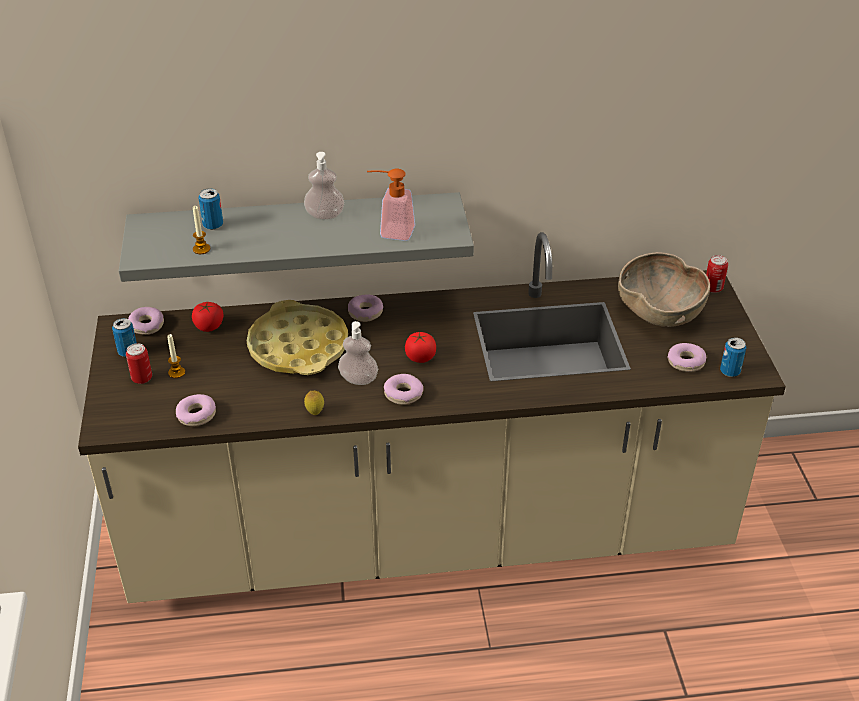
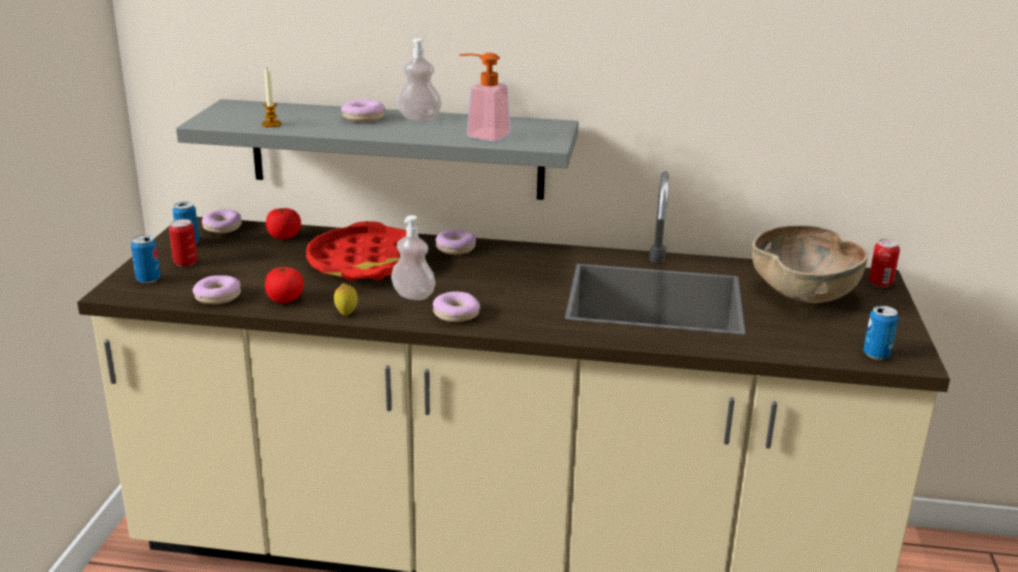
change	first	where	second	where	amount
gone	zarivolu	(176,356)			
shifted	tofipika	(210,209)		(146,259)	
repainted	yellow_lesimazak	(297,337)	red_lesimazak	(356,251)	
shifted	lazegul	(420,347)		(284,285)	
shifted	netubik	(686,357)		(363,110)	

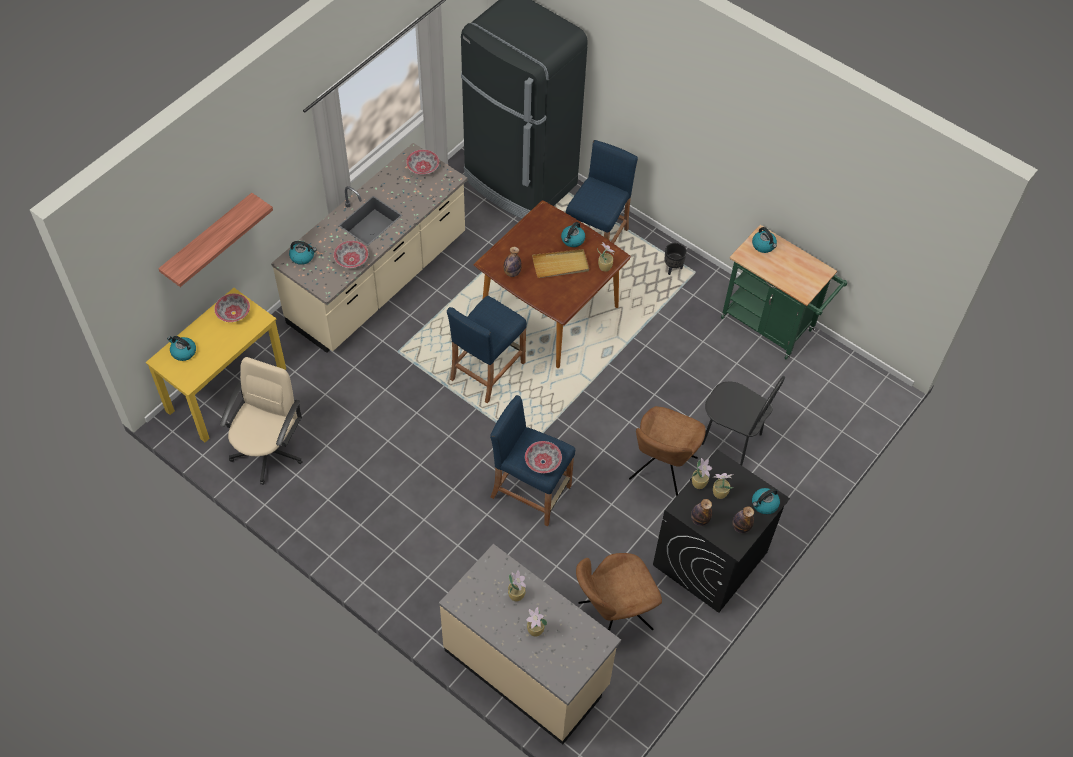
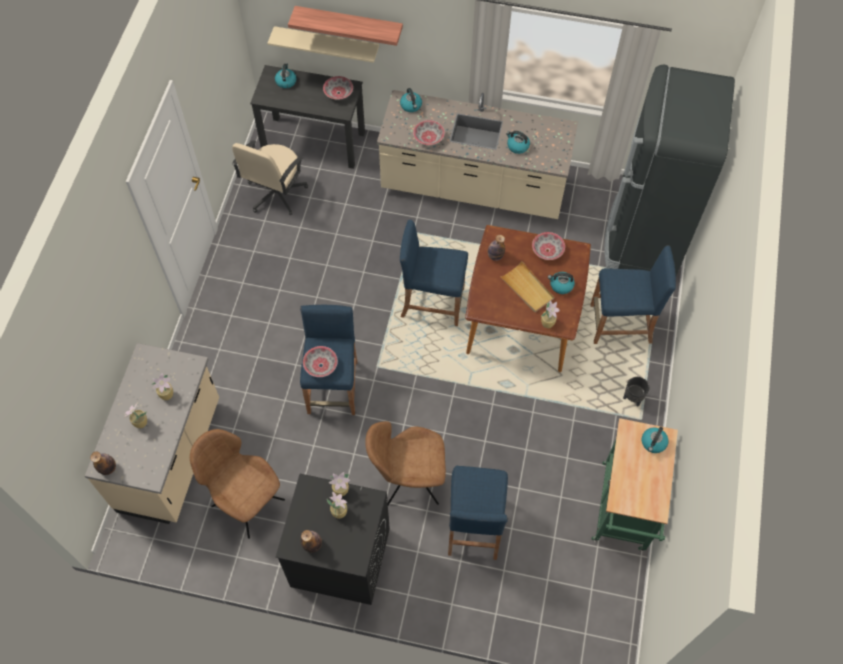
change	first	where	second	where	amount
repainted	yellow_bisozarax	(216,365)	black_bisozarax	(307,117)	
rotated	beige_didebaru	(261,421)		(270,177)	120 degrees clockwise
shifted	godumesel	(422,162)		(548,246)	
shifted	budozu	(701,512)		(103,463)	
swapped	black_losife	(743,420)	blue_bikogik	(478,512)	
shifted	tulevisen	(766,501)		(518,142)	
new			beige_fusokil	(323,44)	

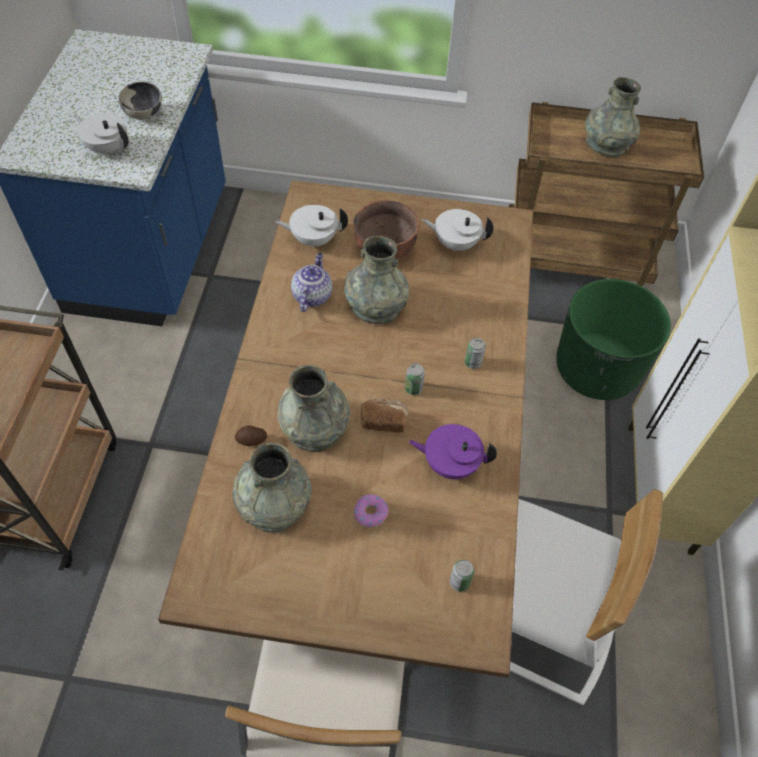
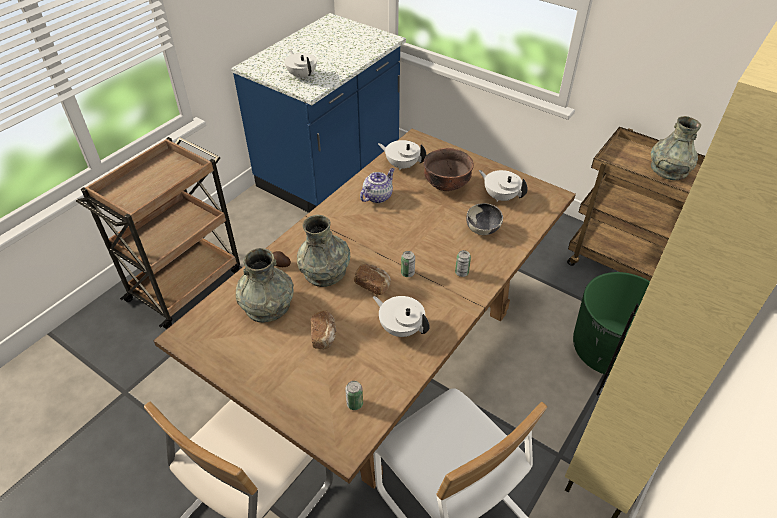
change	first	where	second	where	amount
shifted	godumesel	(140,101)		(484,219)	
gone	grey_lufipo	(376,280)			
swapped	netubik	(371,511)	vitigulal	(323,329)	
repainted	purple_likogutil	(453,451)	white_likogutil	(401,316)	

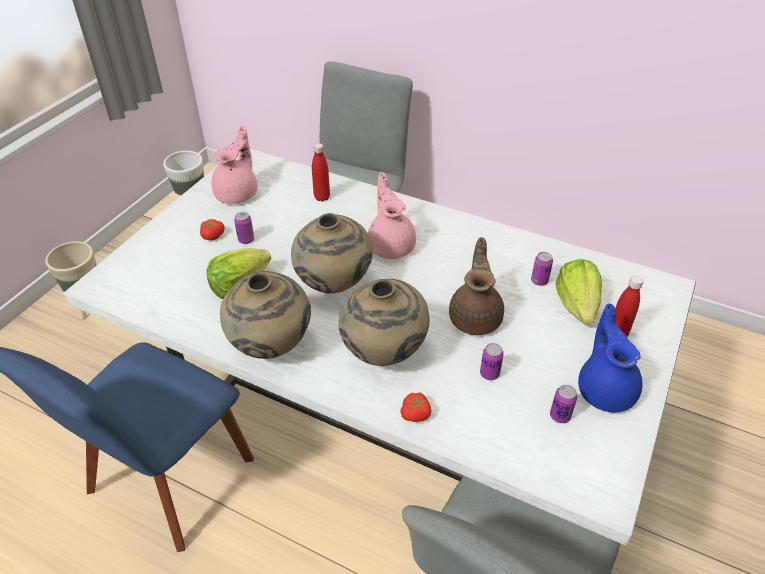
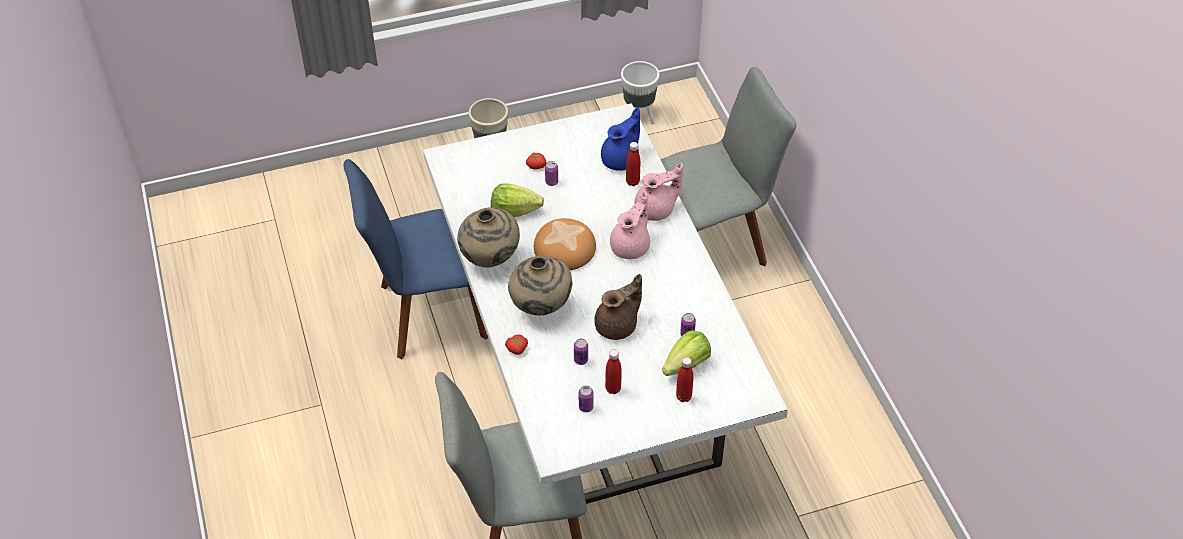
change	first	where	second	where	amount
shifted	pink_likogutil	(234,164)		(658,192)	
swapped	beige_lufipo	(332,253)	vitigulal	(565,244)	
shifted	blue_likogutil	(610,357)		(620,139)	
new			red_budozu	(613,371)	

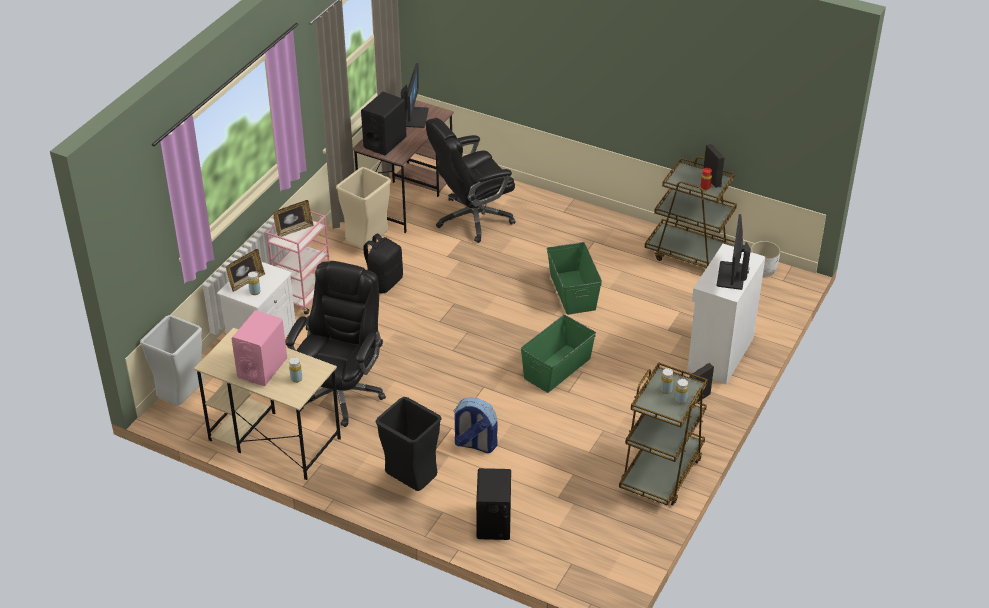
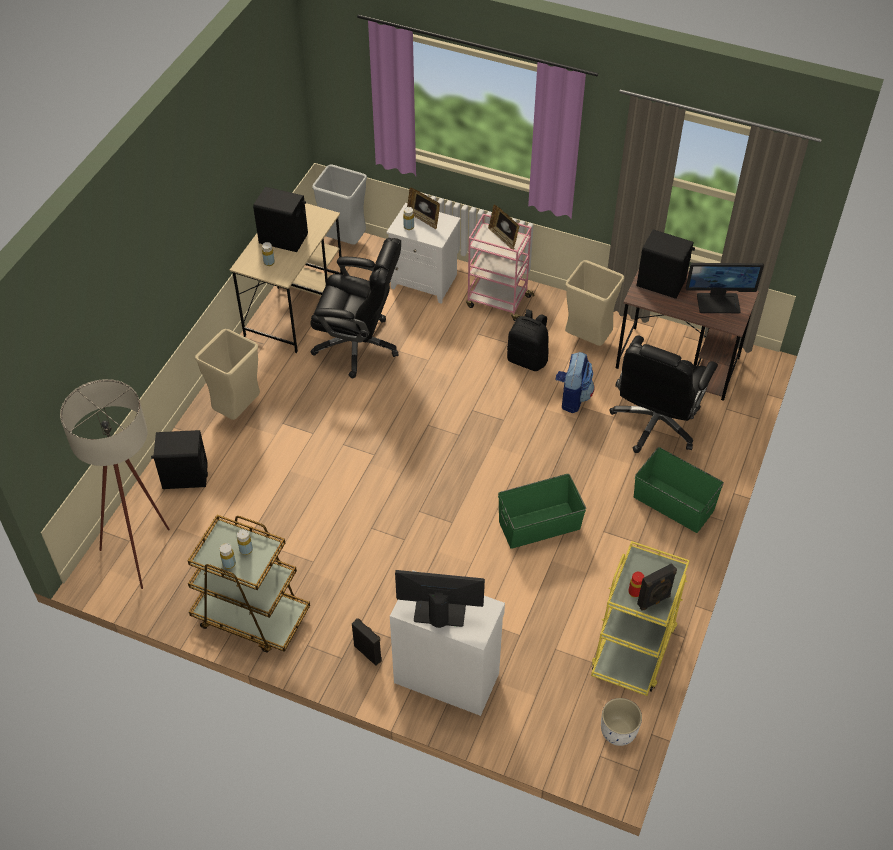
change	first	where	second	where	amount
repainted	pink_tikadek	(259,348)	black_tikadek	(280,219)	
repainted	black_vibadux	(408,444)	beige_vibadux	(227,374)	
rotated	black_didebaru	(471,180)		(663,394)	120 degrees counterclockwise
shifted	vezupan	(475,425)		(575,382)	
shifted	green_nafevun	(558,354)		(679,490)	
repainted	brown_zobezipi	(691,213)	yellow_zobezipi	(640,618)	
new			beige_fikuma	(115,484)	

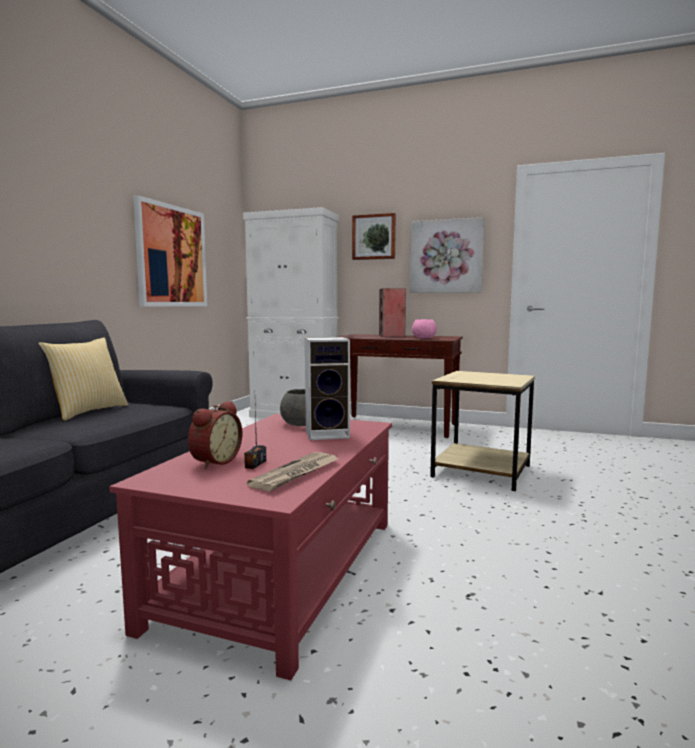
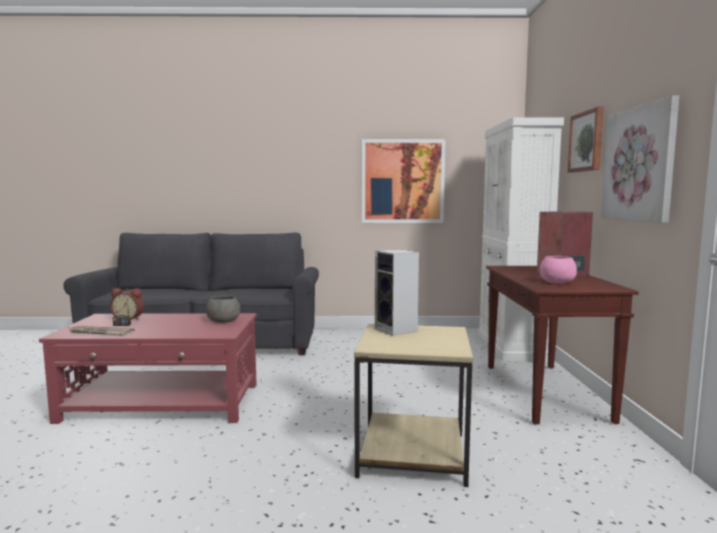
change	first	where	second	where	amount
gone	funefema	(83,379)			
shifted	tikadek	(327,388)		(397,292)	

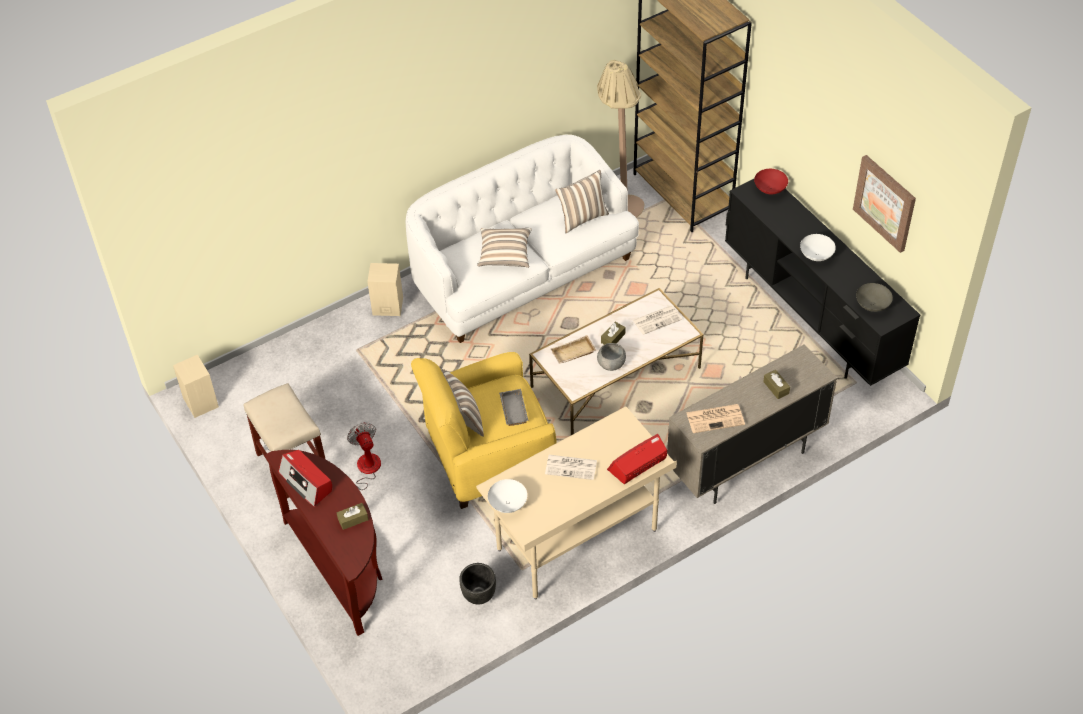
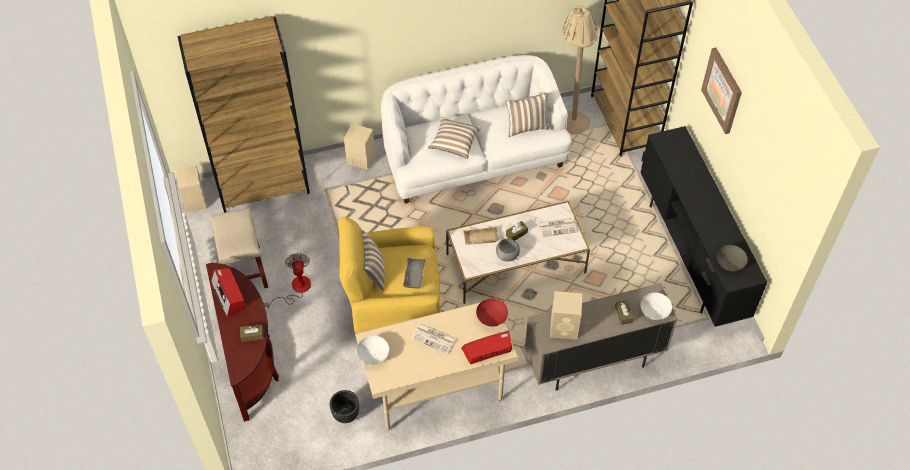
change	first	where	second	where	amount
swapped	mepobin	(715,418)	beige_tikadek	(566,315)	
shifted	red_godumesel	(771,181)		(492,313)	
shifted	white_godumesel	(818,247)		(656,306)	
shifted	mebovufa	(884,204)		(721,90)	
new			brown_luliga	(243,114)	

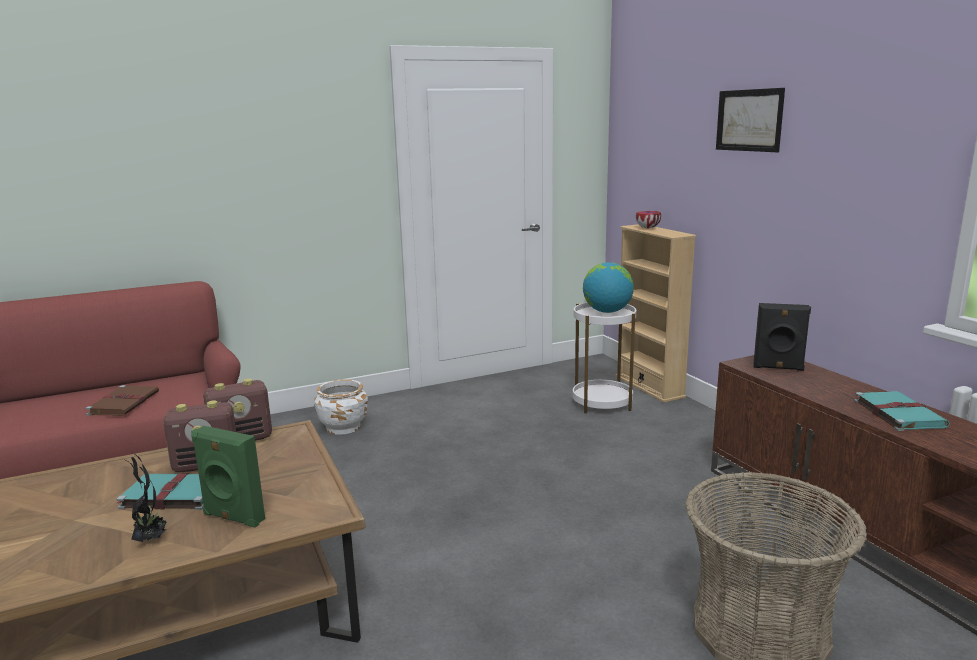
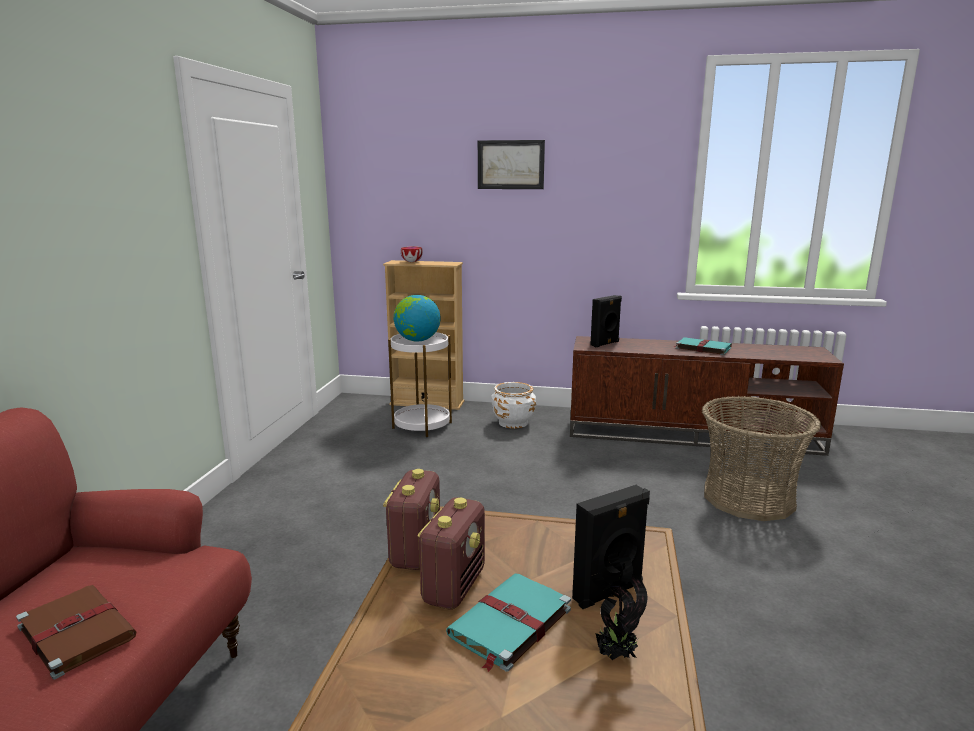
change	first	where	second	where	amount
repainted	green_tikadek	(228,477)	black_tikadek	(611,547)	
shifted	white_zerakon	(341,407)		(514,405)	

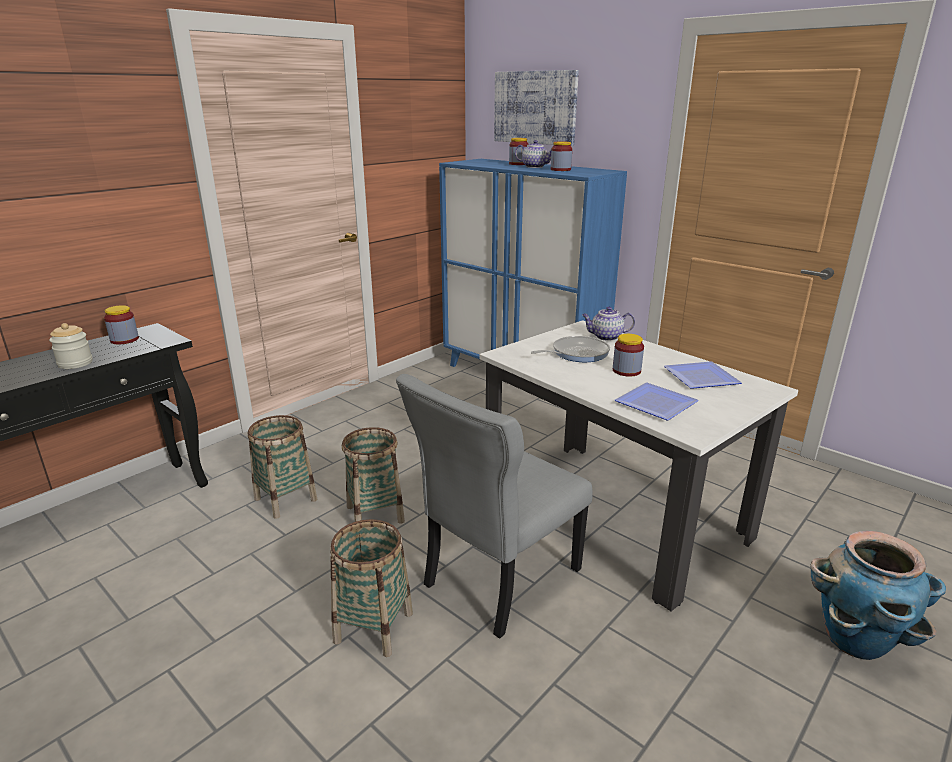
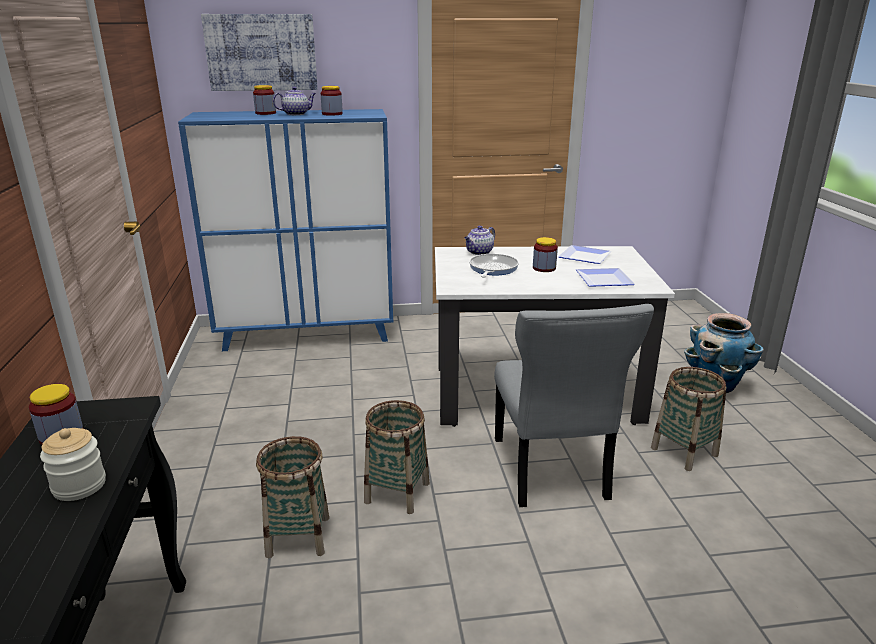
change	first	where	second	where	amount
shifted	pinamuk	(371,588)		(689,419)	

